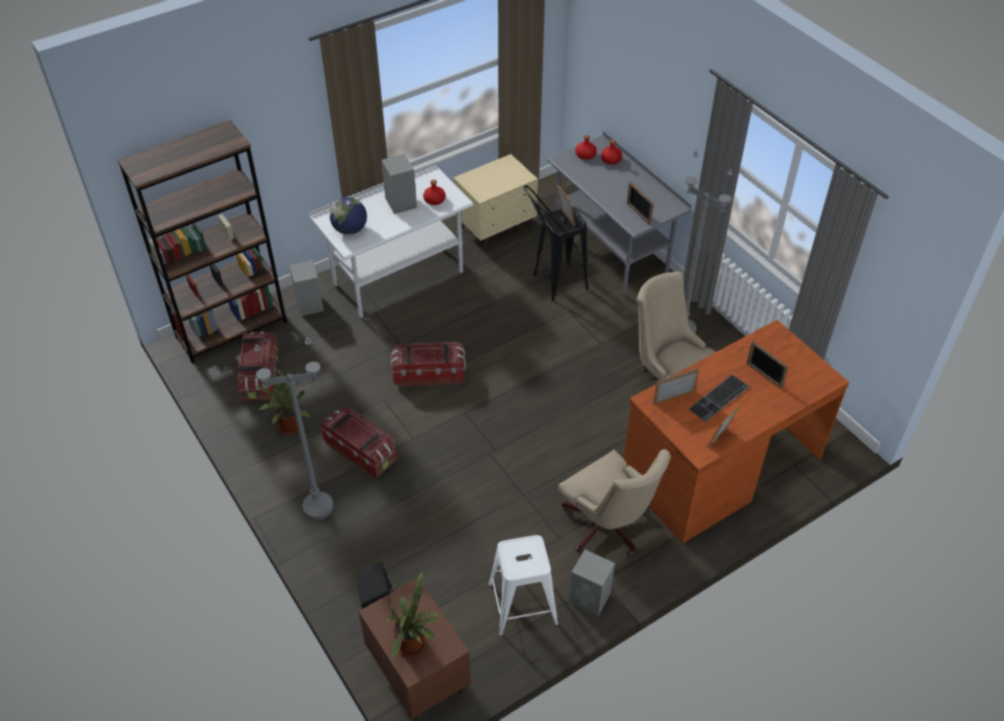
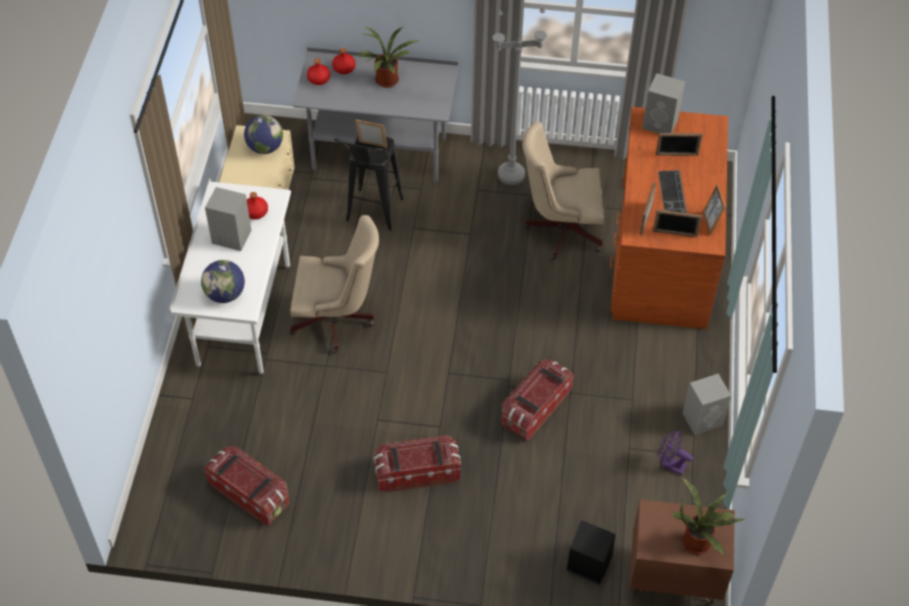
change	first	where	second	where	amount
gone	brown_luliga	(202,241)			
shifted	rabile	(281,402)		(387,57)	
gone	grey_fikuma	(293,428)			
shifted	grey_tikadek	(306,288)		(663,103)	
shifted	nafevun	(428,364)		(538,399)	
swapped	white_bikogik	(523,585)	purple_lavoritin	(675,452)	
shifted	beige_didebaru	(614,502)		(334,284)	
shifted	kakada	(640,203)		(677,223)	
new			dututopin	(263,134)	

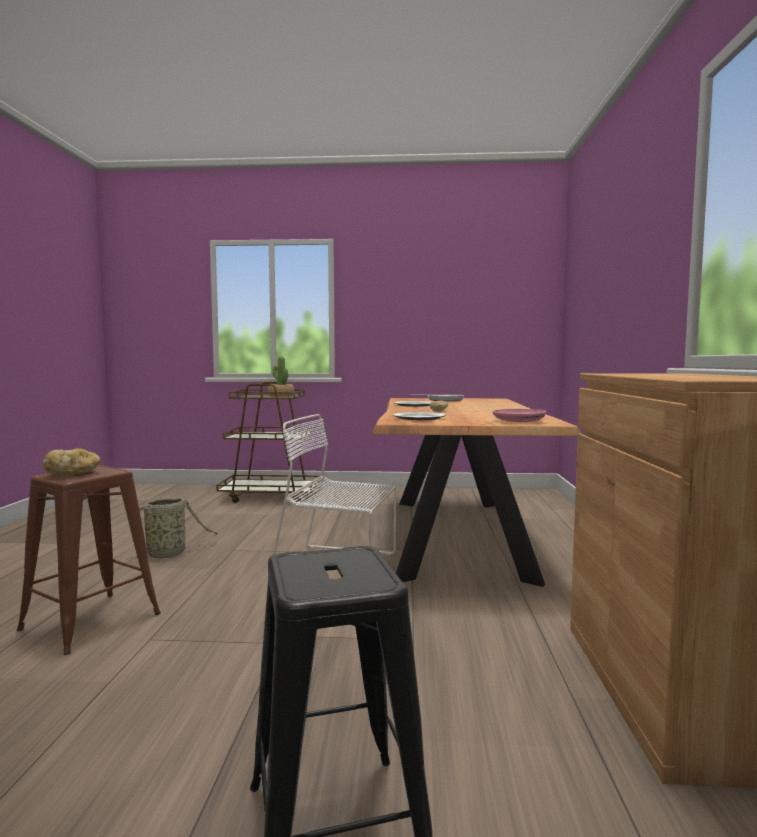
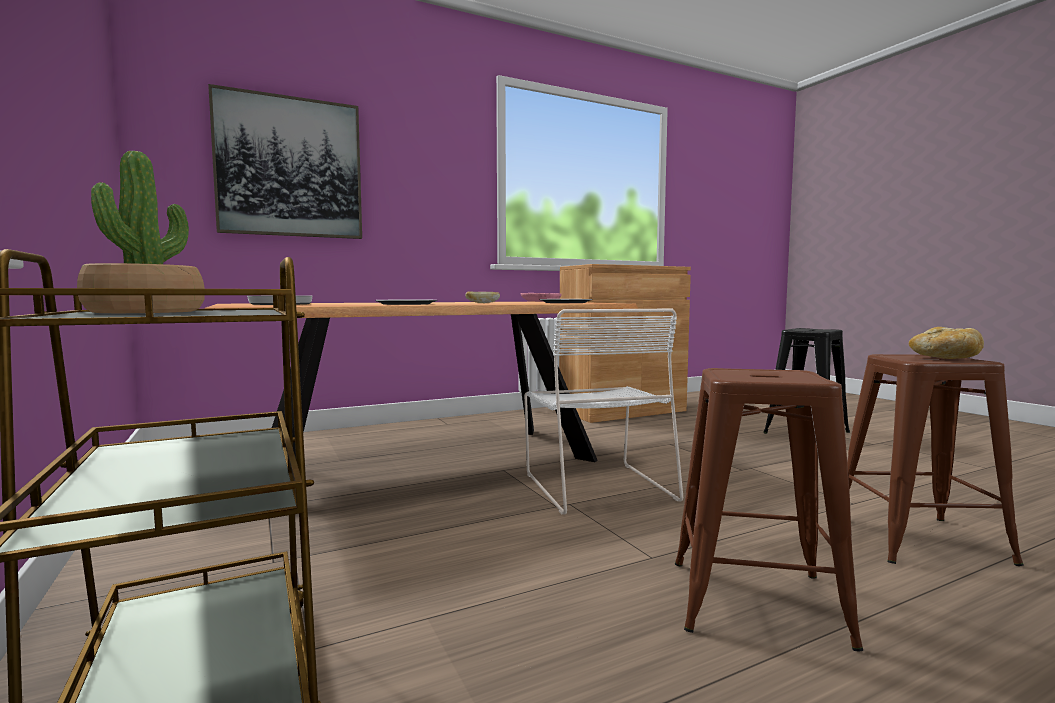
change	first	where	second	where	amount
swapped	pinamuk	(172,529)	brown_bikogik	(769,509)	
new			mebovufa	(285,161)	

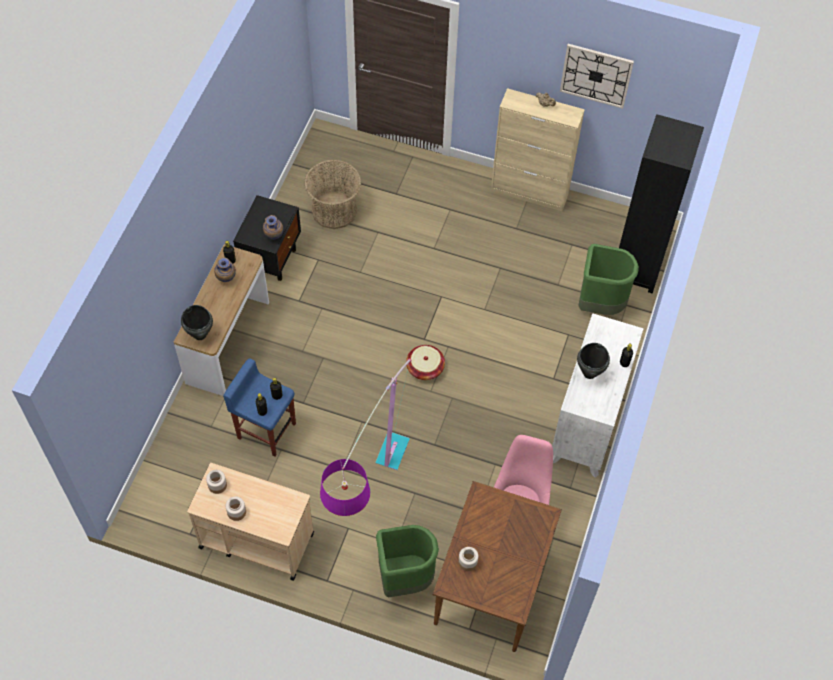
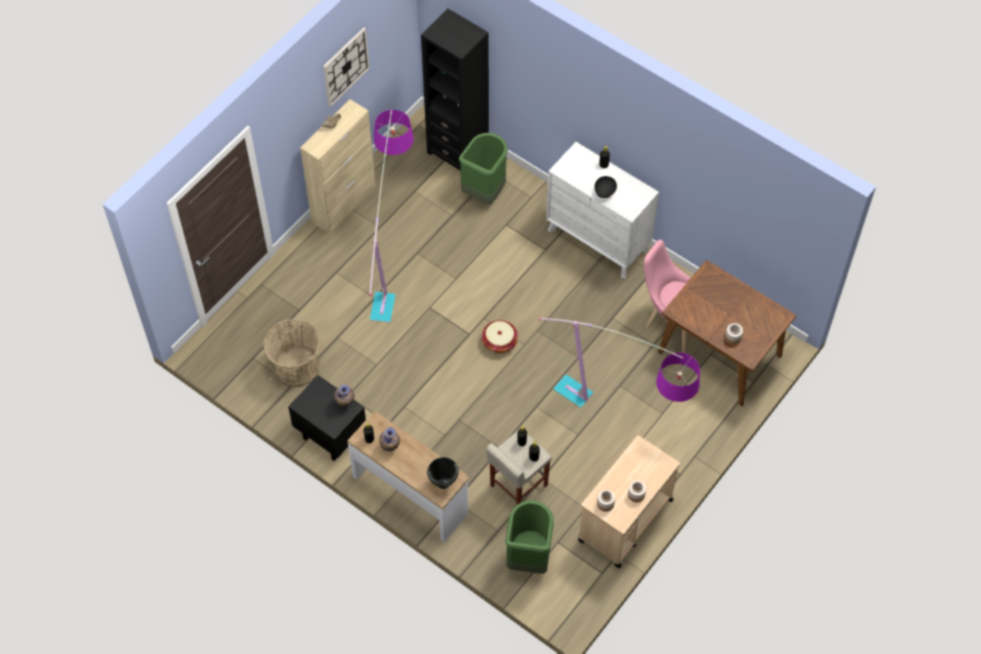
change	first	where	second	where	amount
repainted	blue_bikogik	(259,407)	beige_bikogik	(519,467)	
shifted	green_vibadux	(407,561)		(529,537)	
swapped	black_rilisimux	(593,361)	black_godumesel	(605,187)	
new			fikuma	(391,216)	

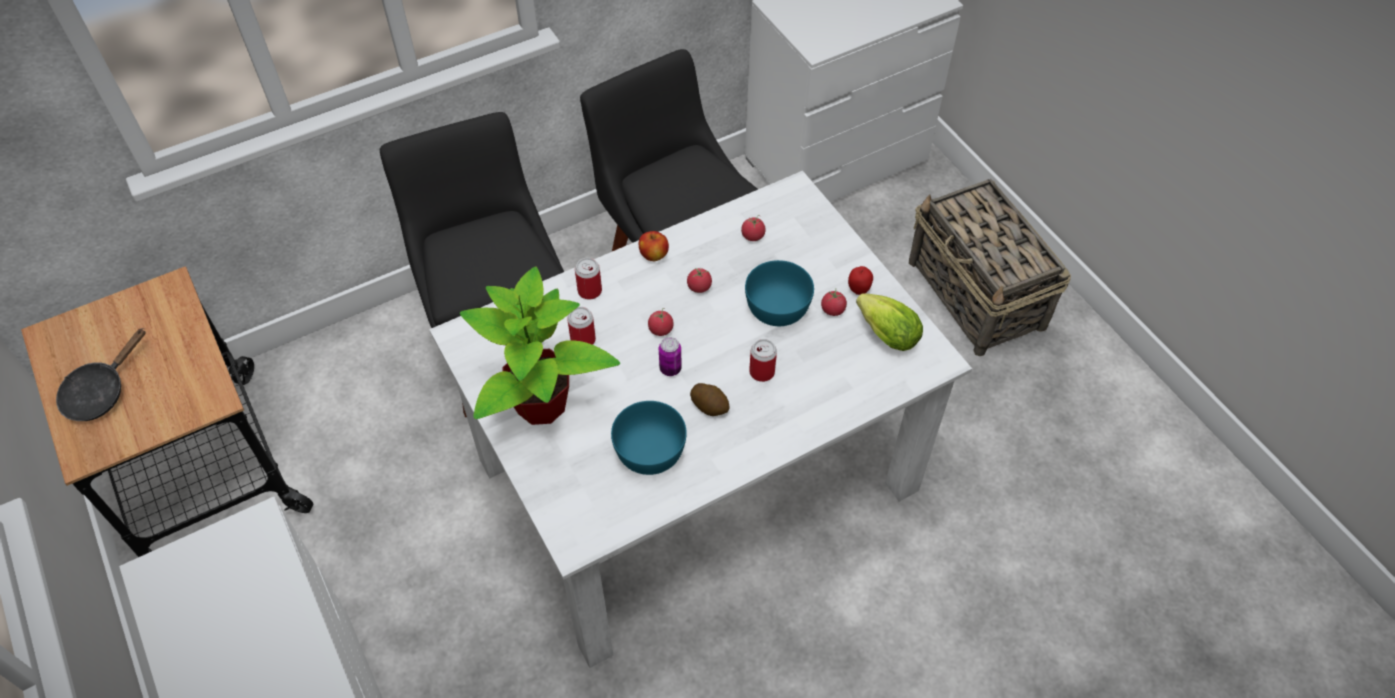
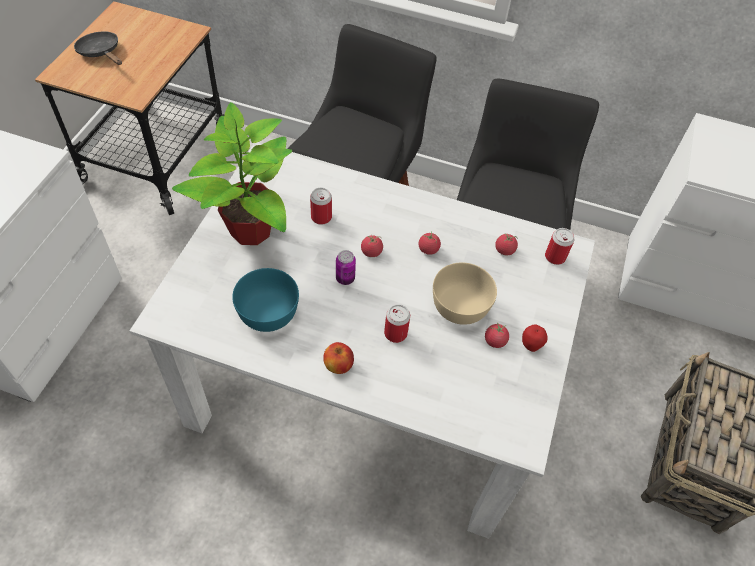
change	first	where	second	where	amount
rotated	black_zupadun	(101,374)		(98,48)	60 degrees clockwise
shifted	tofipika	(588,279)		(559,246)	
shifted	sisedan	(654,246)		(338,358)	
gone	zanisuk	(710,399)			
repainted	turquoise_godumesel	(779,293)	beige_godumesel	(465,293)	
gone	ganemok	(889,322)			

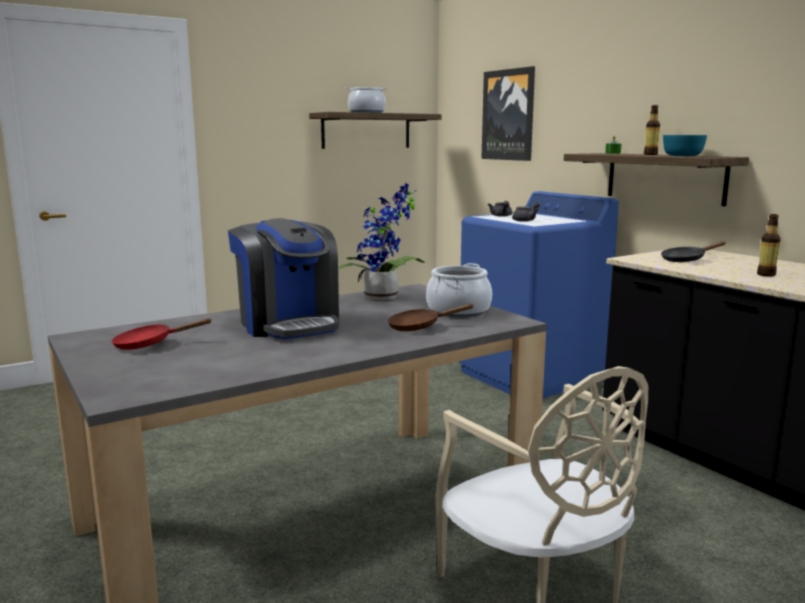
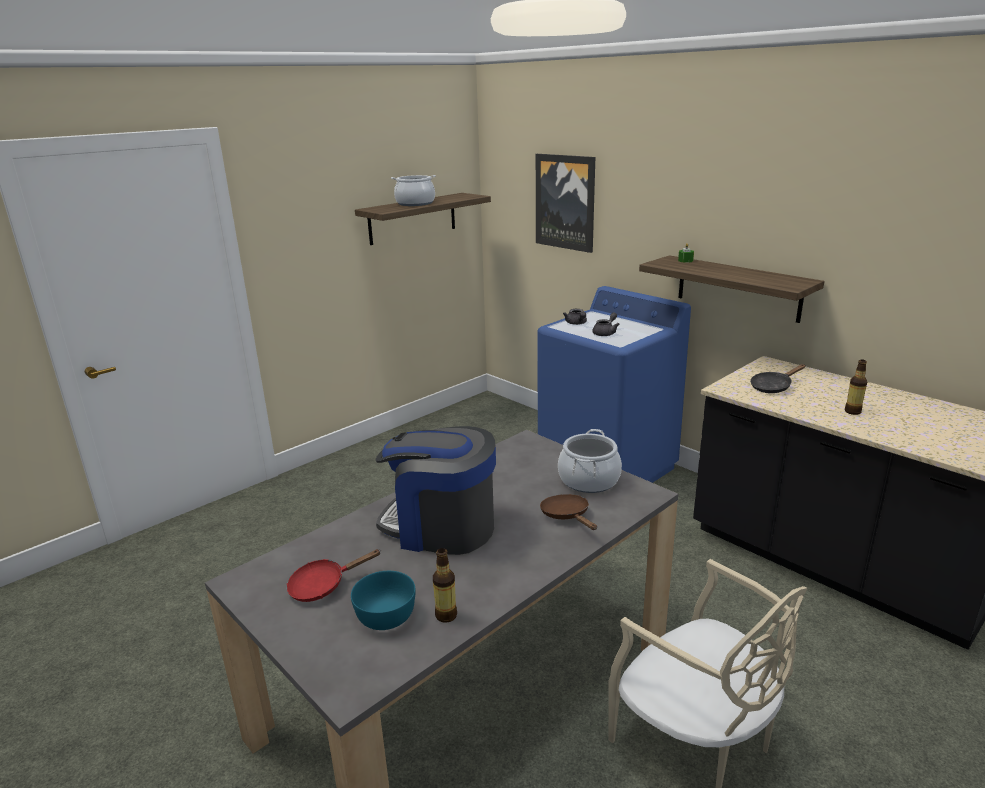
change	first	where	second	where	amount
rotated	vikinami	(283,279)		(435,490)	150 degrees clockwise
gone	rabile	(381,241)			
rotated	brown_zupadun	(431,317)		(568,512)	90 degrees clockwise
shifted	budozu	(652,130)		(445,585)	
shifted	turquoise_godumesel	(685,145)		(383,600)	

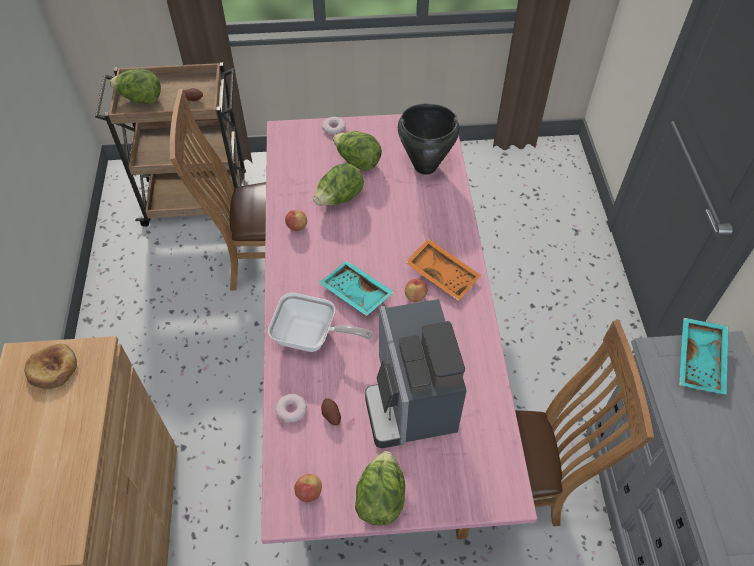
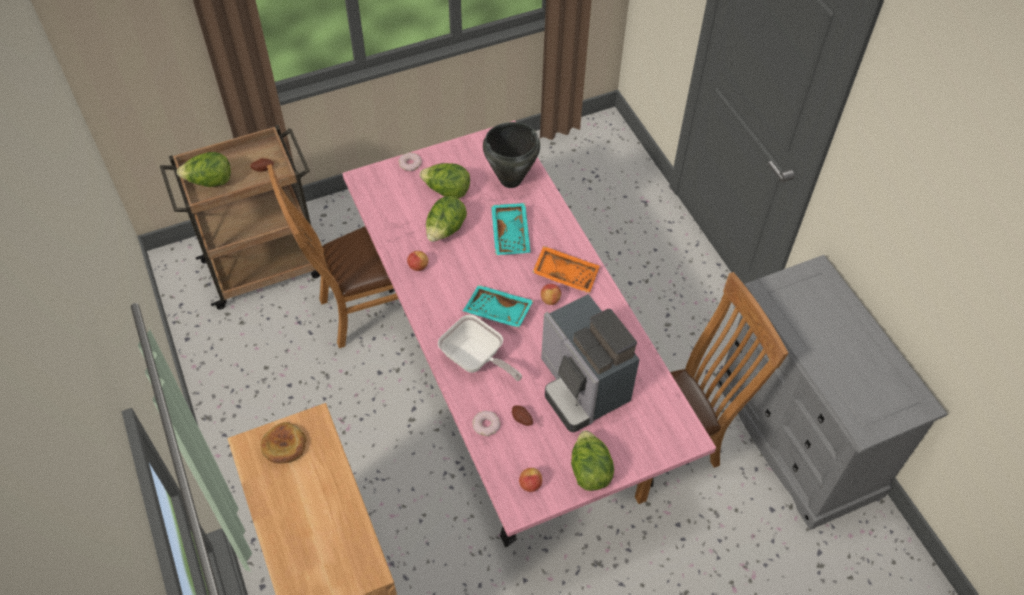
change	first	where	second	where	amount
rotated	zupadun	(320,322)		(480,348)	45 degrees clockwise
shifted	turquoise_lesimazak	(704,356)		(511,229)	

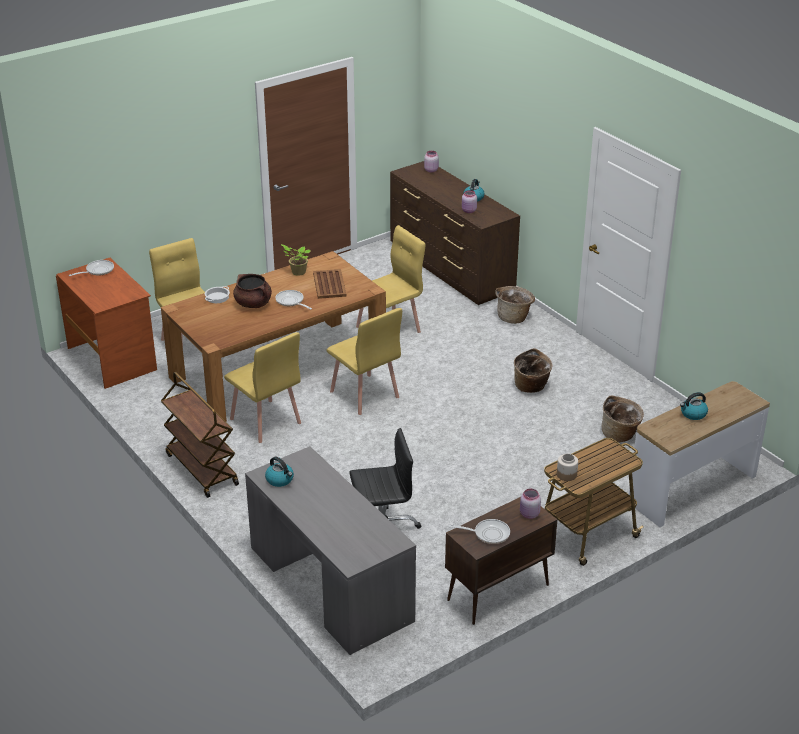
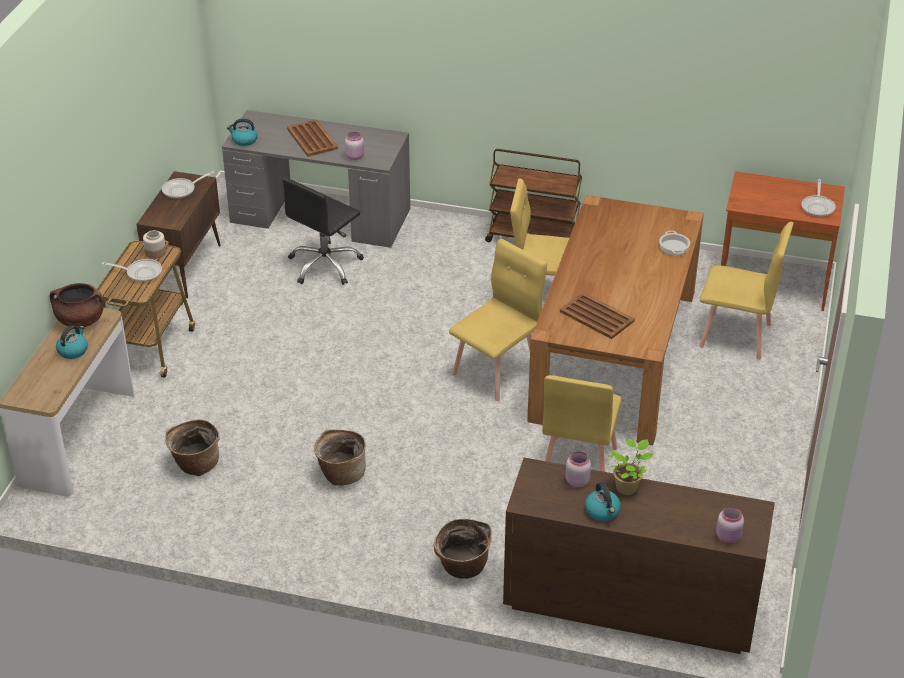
change	first	where	second	where	amount
shifted	brown_rilisimux	(252,291)		(77,305)	
shifted	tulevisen	(279,472)		(242,132)	
shifted	zupadun	(293,300)		(132,270)	
shifted	rabile	(296,260)		(630,467)	
rotated	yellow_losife	(364,361)		(498,320)	120 degrees clockwise
shifted	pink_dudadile	(530,504)		(354,146)	
new			brown_lesimazak	(312,138)	

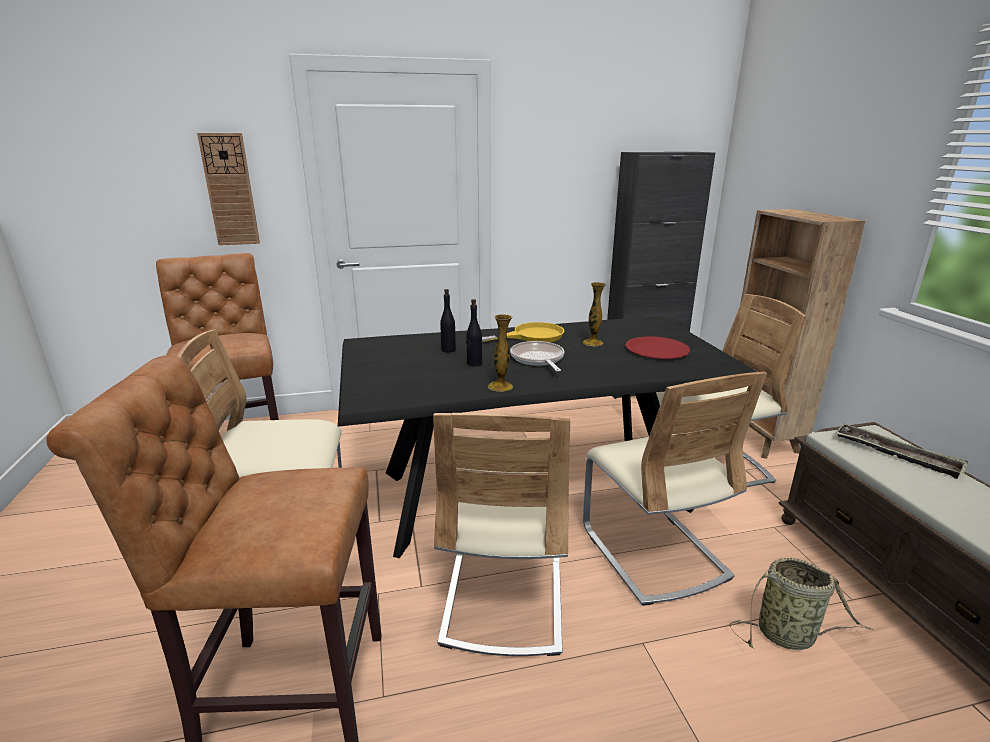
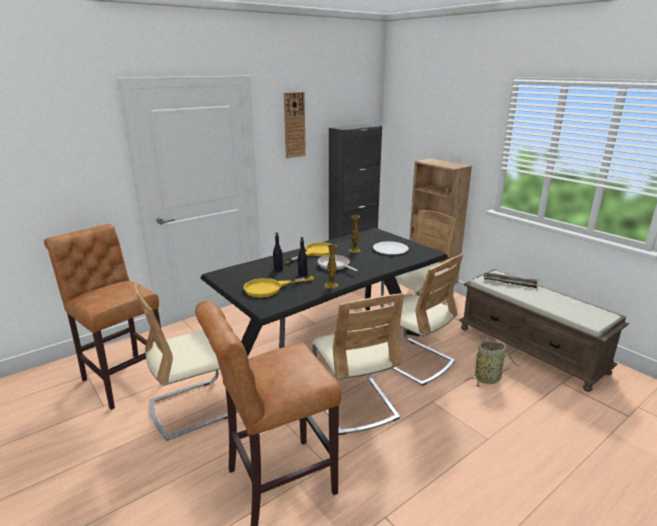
change	first	where	second	where	amount
shifted	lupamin	(228,189)		(295,125)	
repainted	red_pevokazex	(658,347)	white_pevokazex	(390,248)	
new			yellow_zupadun	(279,286)	

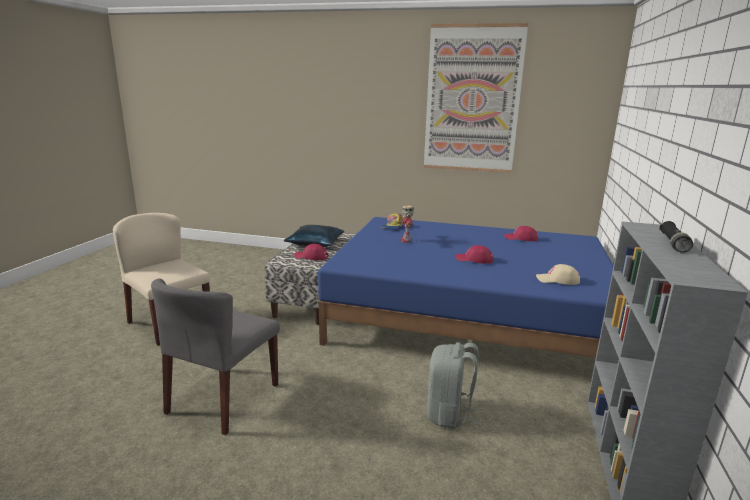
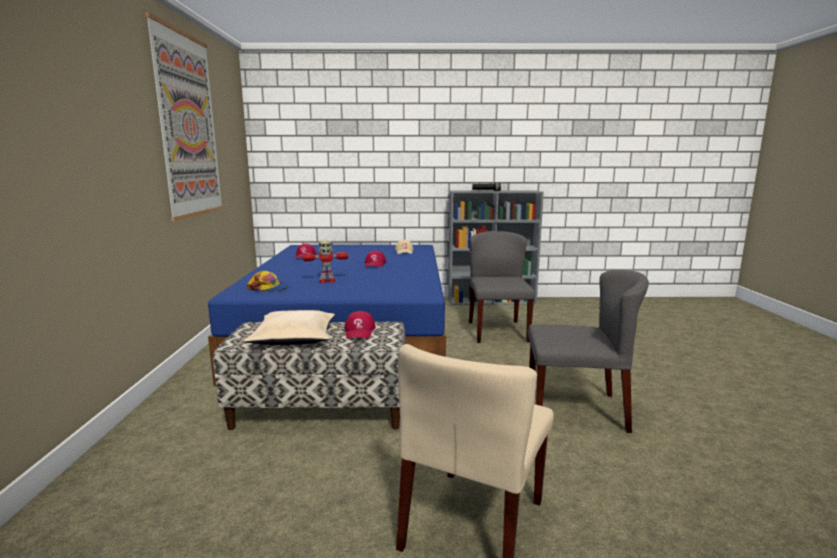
change	first	where	second	where	amount
repainted	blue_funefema	(314,236)	beige_funefema	(289,327)	
swapped	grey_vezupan	(454,386)	grey_losife	(502,287)	

